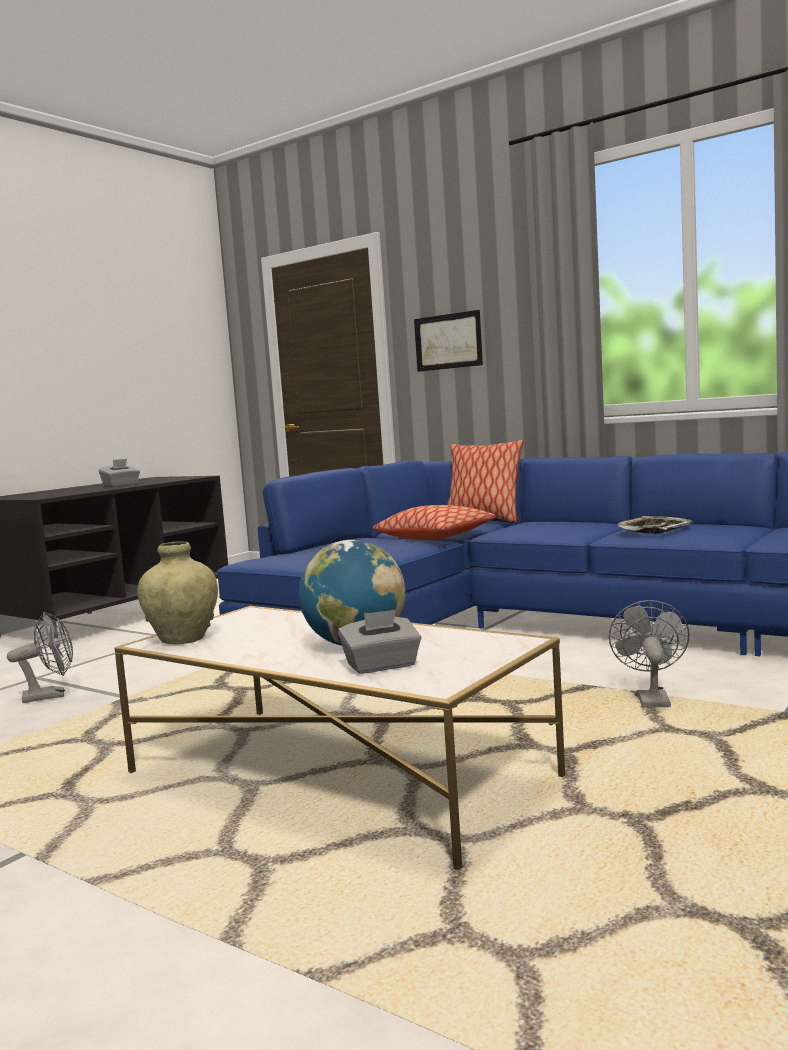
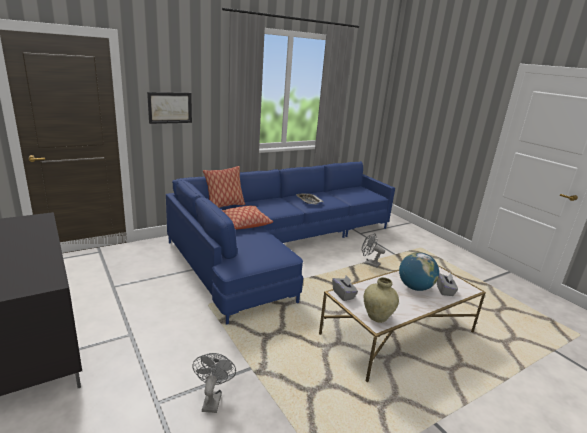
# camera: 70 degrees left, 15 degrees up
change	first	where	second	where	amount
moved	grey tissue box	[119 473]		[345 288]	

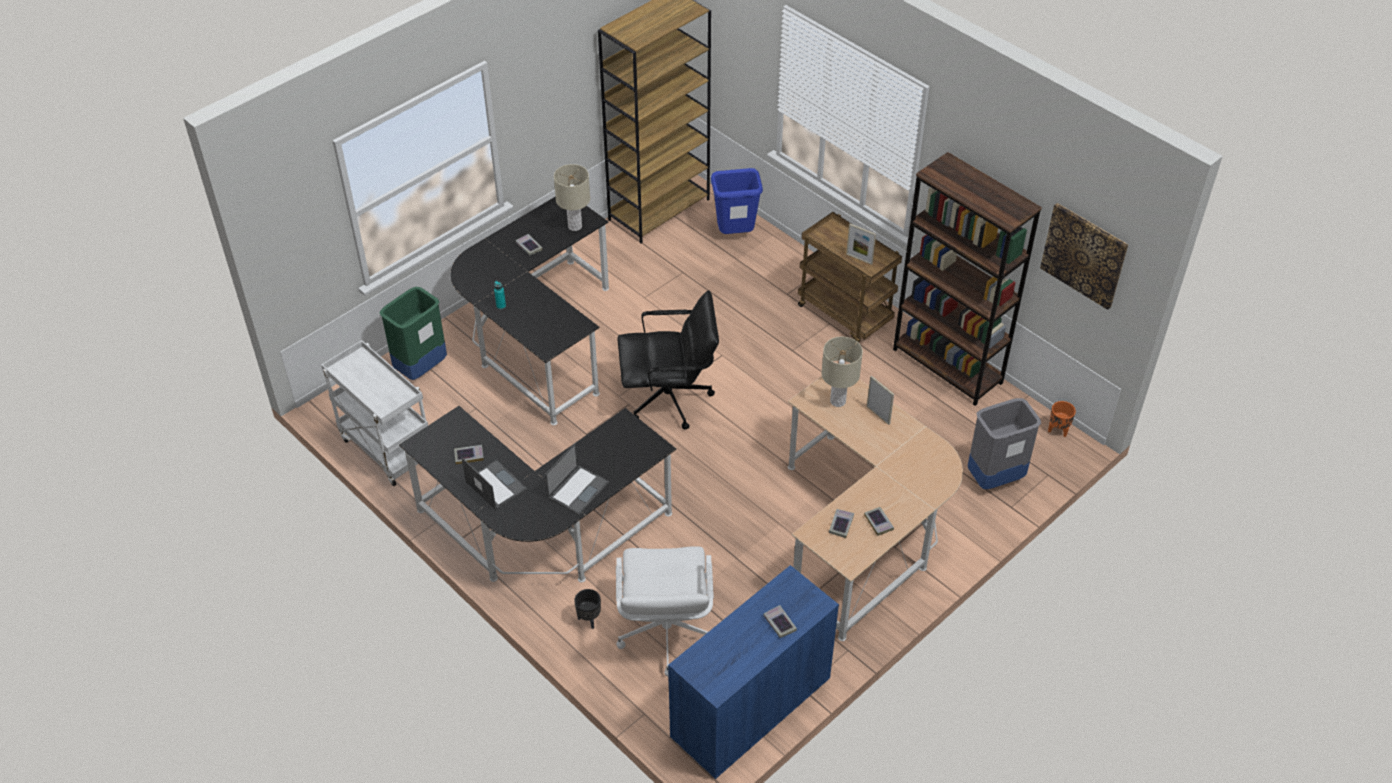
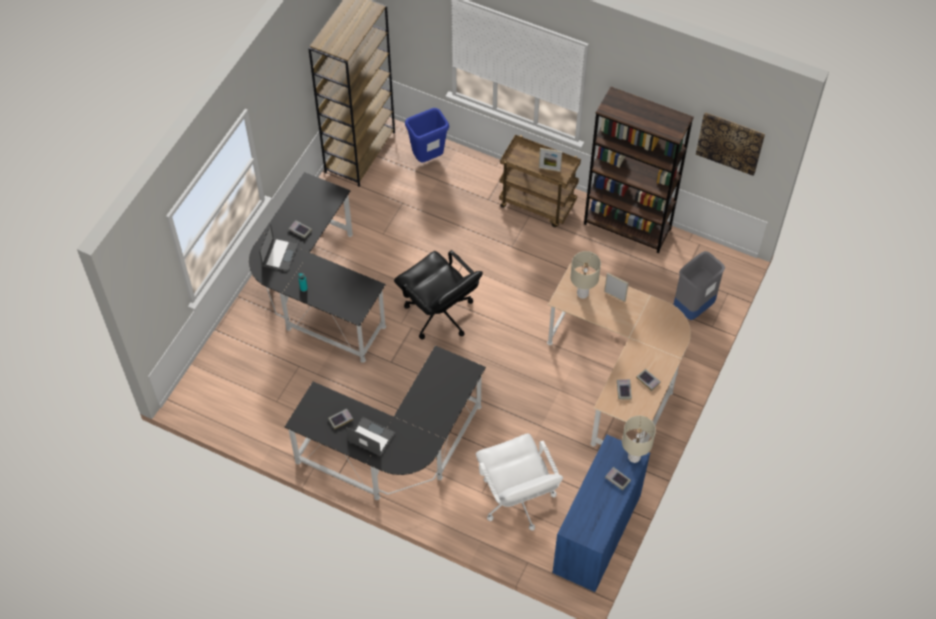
# camera: 20 degrees left, 10 degrees up
change	first	where	second	where	amount
removed	white cart	[374 413]			
removed	green trash can	[413 333]			
removed	black planter	[587 609]			
removed	orange planter	[1062 419]			
moved	laptop	[577 478]		[279 247]	
moved	beige table lamp	[572 197]		[639 439]	
turned	black office chair	[668 360]		[438 294]	75 degrees clockwise

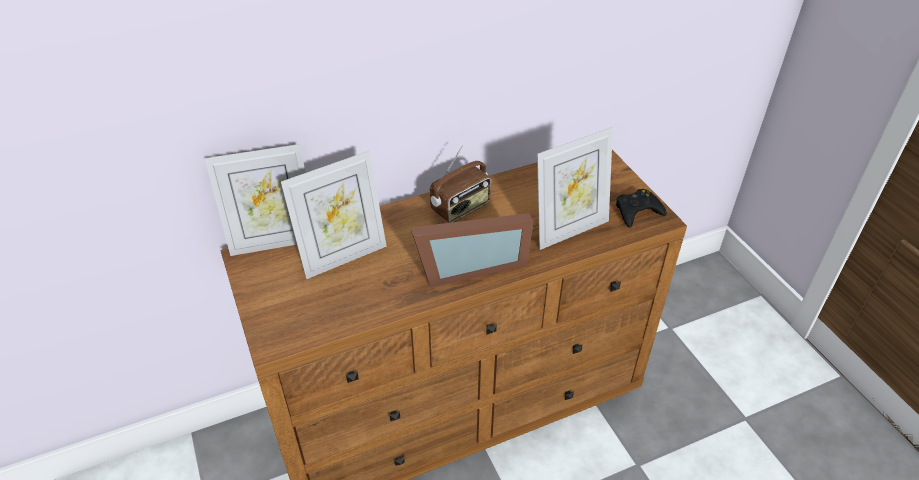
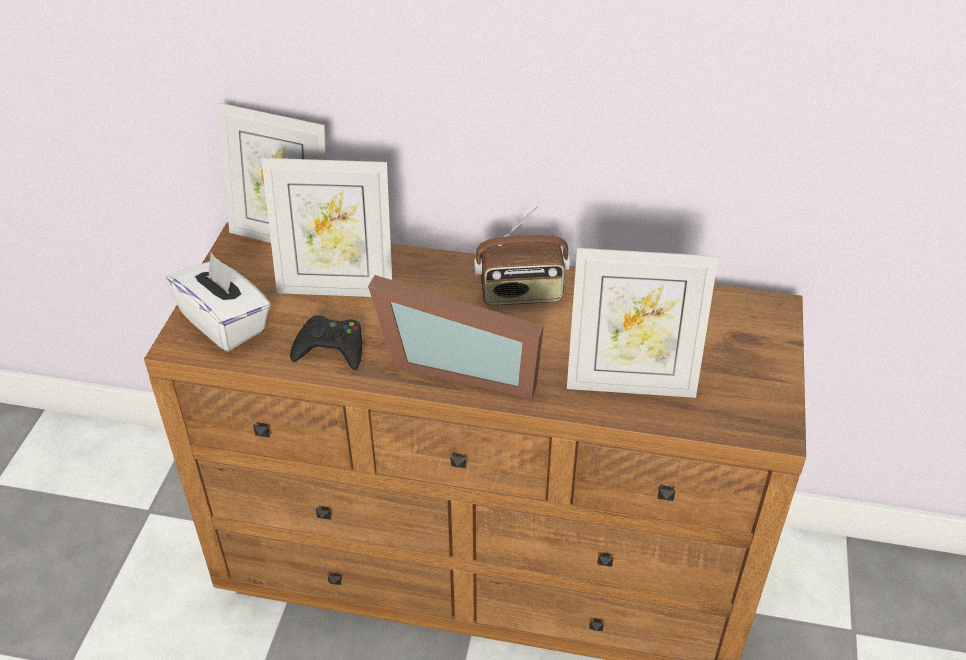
# camera: 35 degrees right, 0 degrees up
change	first	where	second	where	amount
added			white tissue box	[218 301]	
moved	black game controller	[641 208]		[326 342]	

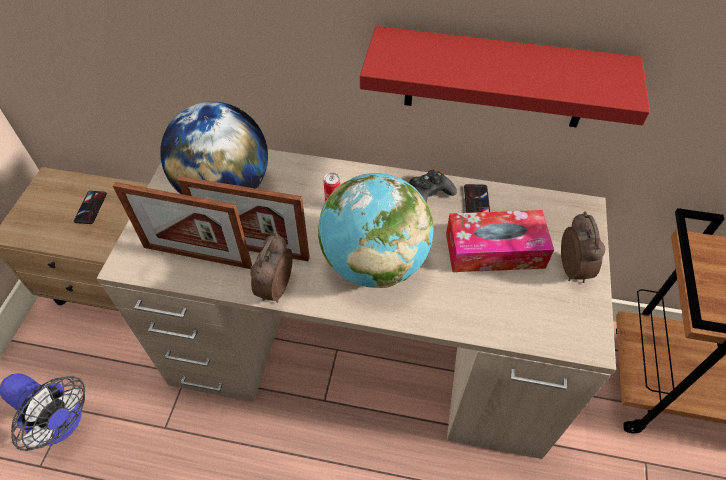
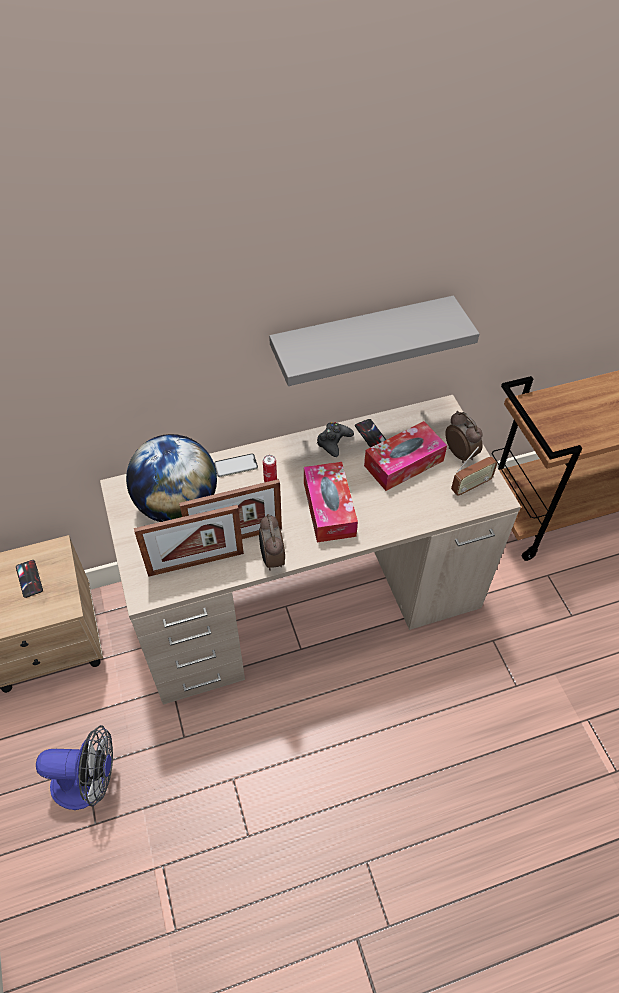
# camera: 30 degrees left, 0 degrees up
change	first	where	second	where	amount
added			phone	[236 465]	
added			radio	[474 471]	
replaced	globe	[376 230]	tissue box	[331 502]	
recoloured	red shelf	[505 76]	grey shelf	[374 341]	

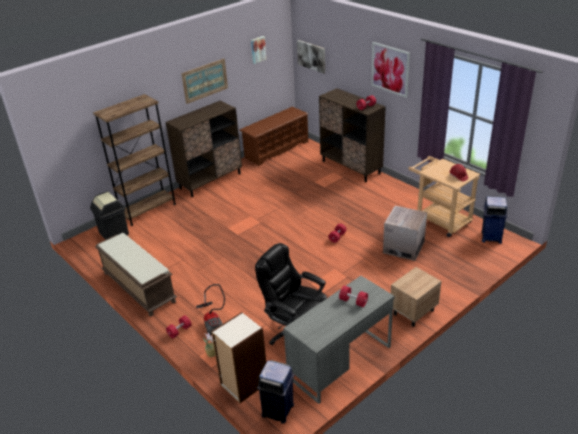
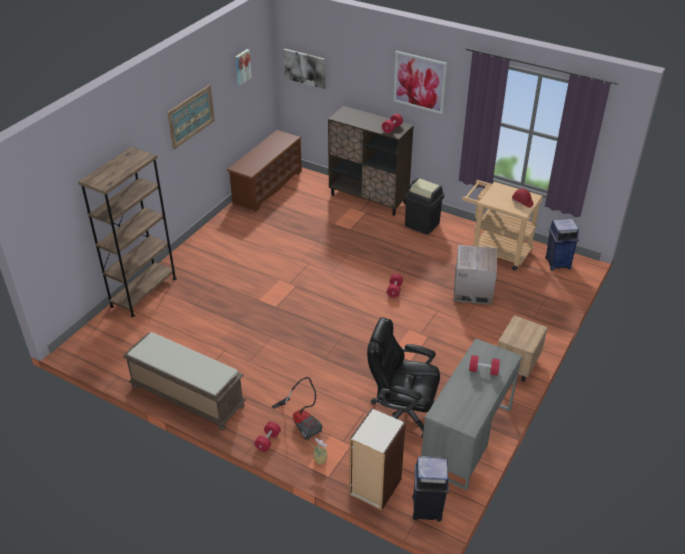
# camera: 20 degrees left, 5 degrees up
change	first	where	second	where	amount
removed	brown cabinet	[203 149]			
moved	black trash can	[109 215]		[424 206]	

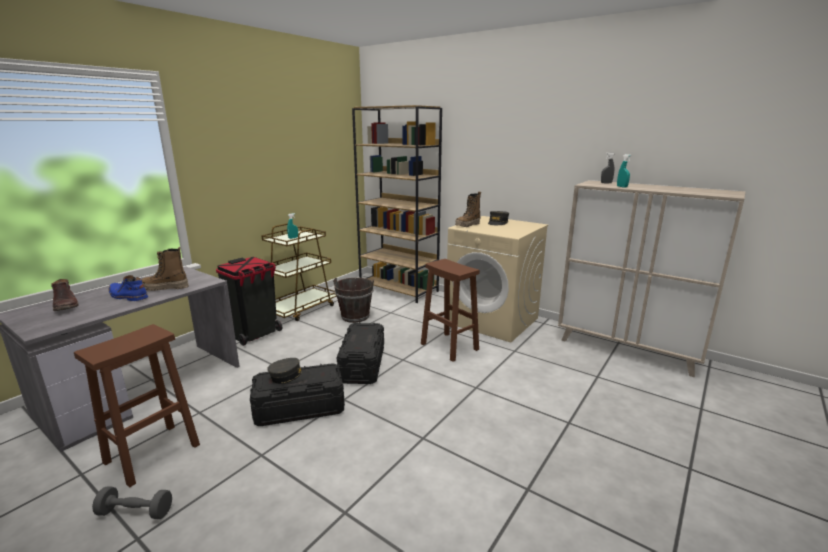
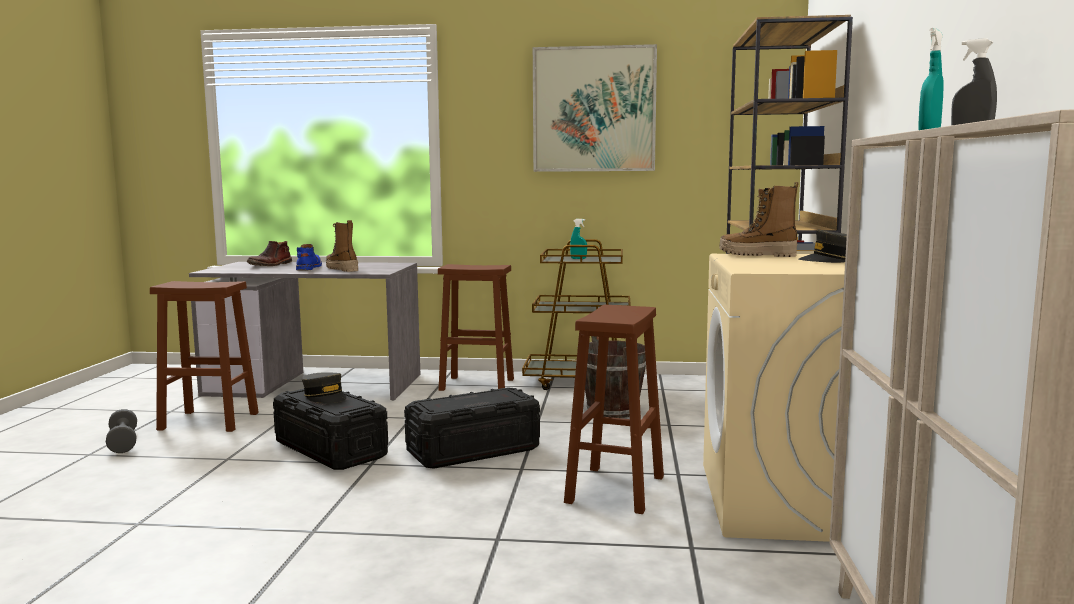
# camera: 60 degrees right, 10 degrees down
change	first	where	second	where	amount
added			picture	[595 108]	
replaced	black trash can	[249 301]	brown stool	[476 327]	

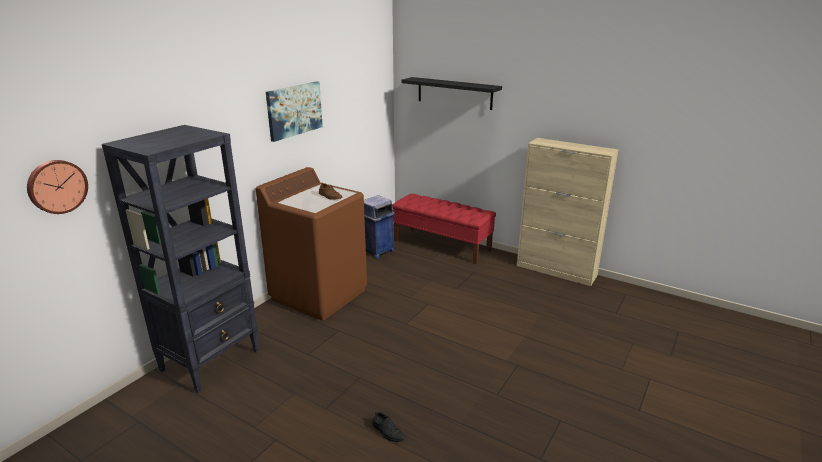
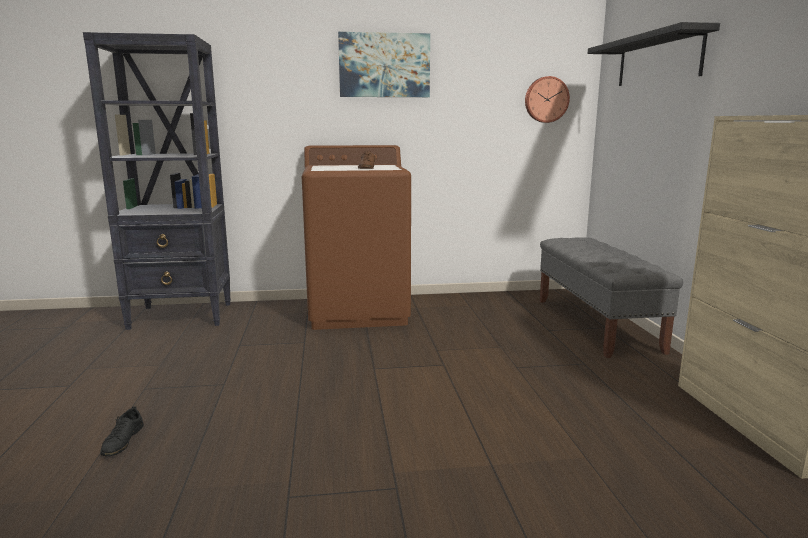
# camera: 50 degrees right, 10 degrees down
change	first	where	second	where	amount
removed	blue trash can	[379 227]			
moved	wall clock	[57 187]		[547 99]	
recoloured	red bench	[444 229]	grey bench	[611 297]	

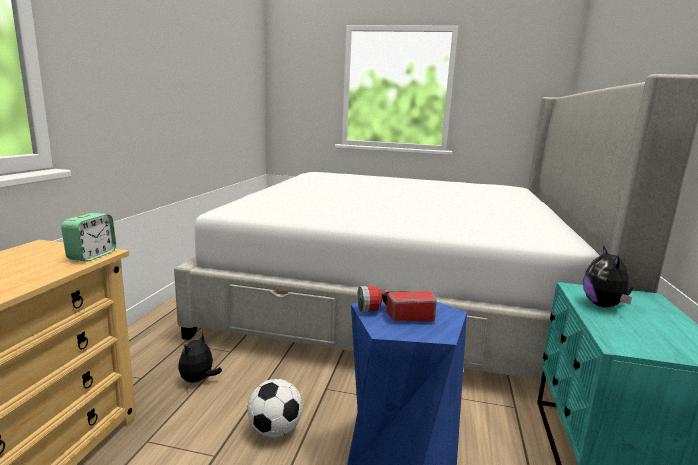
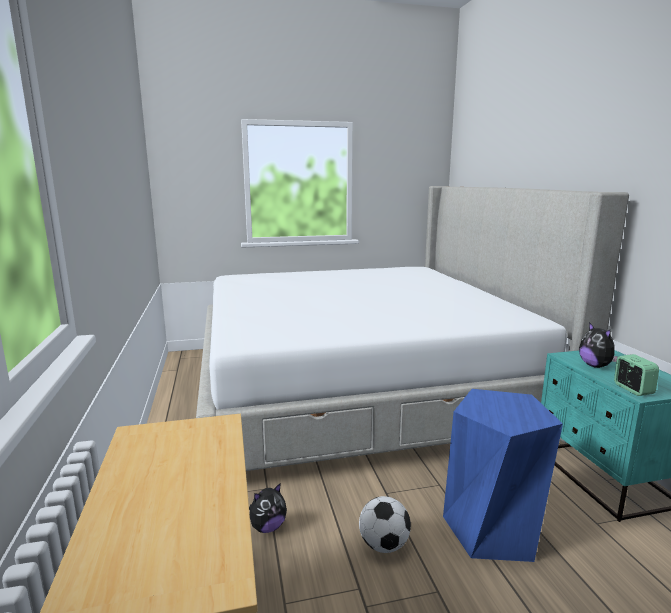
# camera: 25 degrees left, 0 degrees up
change	first	where	second	where	amount
removed	flashlight	[397 304]			
moved	alarm clock	[88 237]		[636 375]	
turned	plush toy	[200 357]		[268 508]	120 degrees counterclockwise

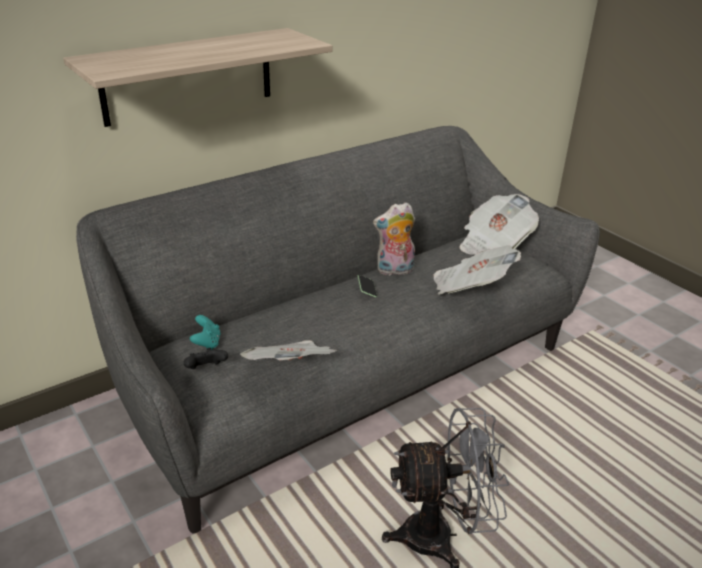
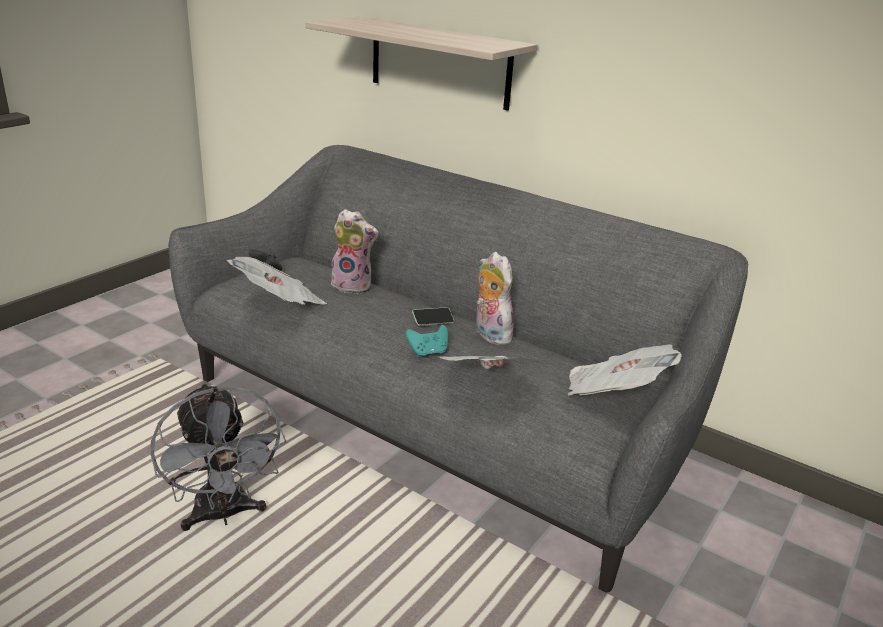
# camera: 70 degrees right, 5 degrees down
change	first	where	second	where	amount
added			plush toy	[354 251]	
moved	turquoise game controller	[205 332]		[426 341]	

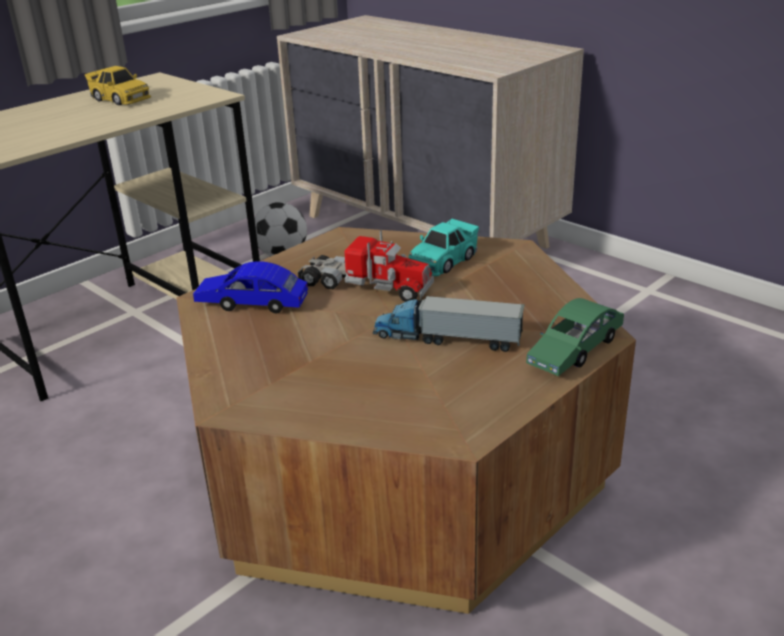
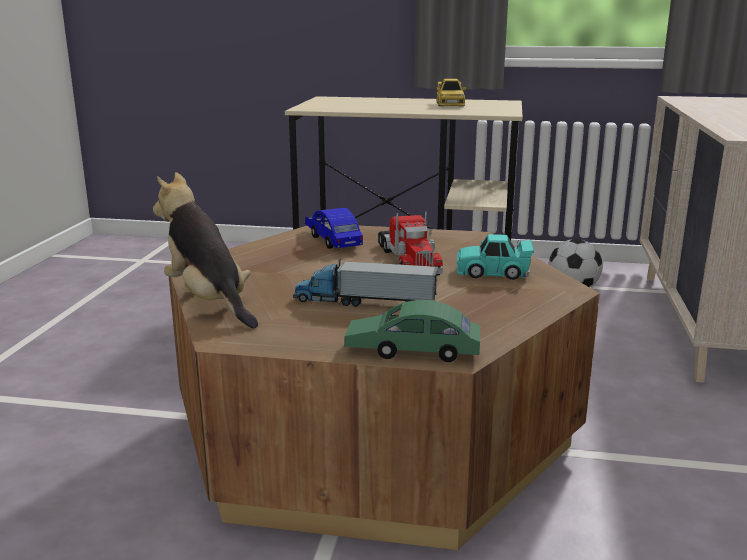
# camera: 55 degrees right, 10 degrees down
change	first	where	second	where	amount
added			plush toy	[205 250]	
turned	toy truck	[449 322]		[365 282]	60 degrees counterclockwise

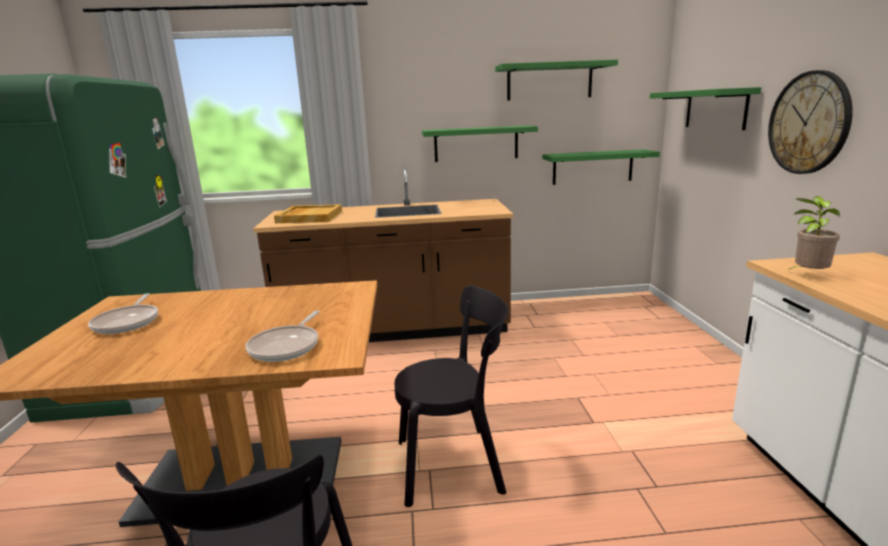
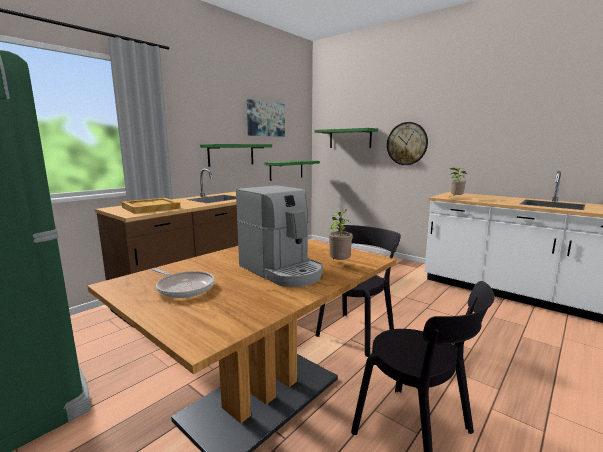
# camera: 45 degrees left, 5 degrees down
change	first	where	second	where	amount
added			coffee machine	[279 236]	
replaced	frying pan	[282 336]	potted plant	[340 234]	
replaced	green shelf	[556 80]	picture	[266 118]	

